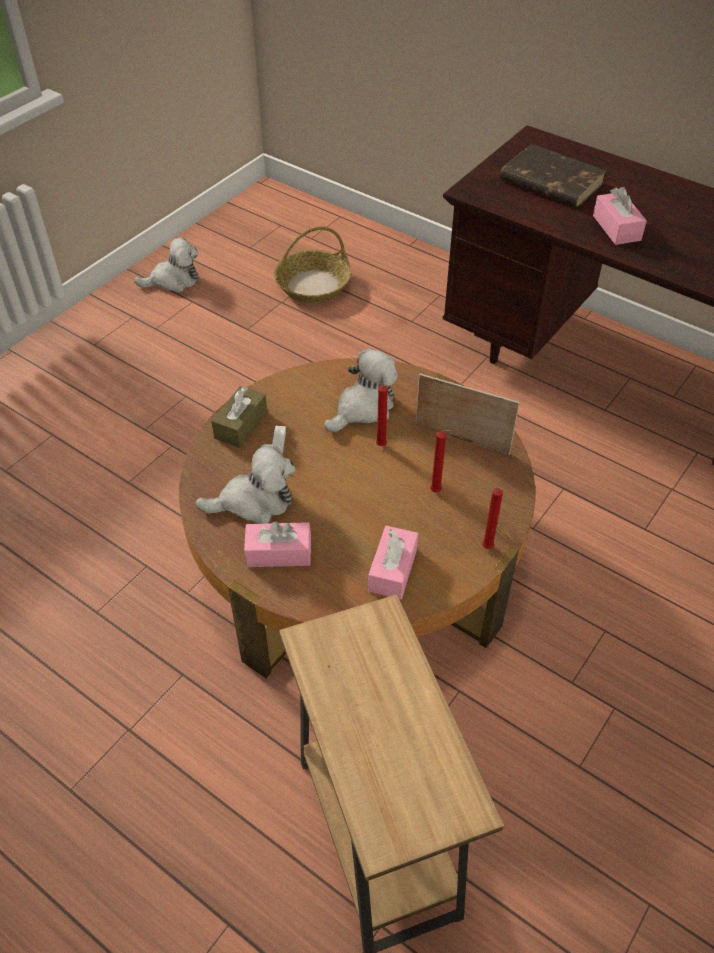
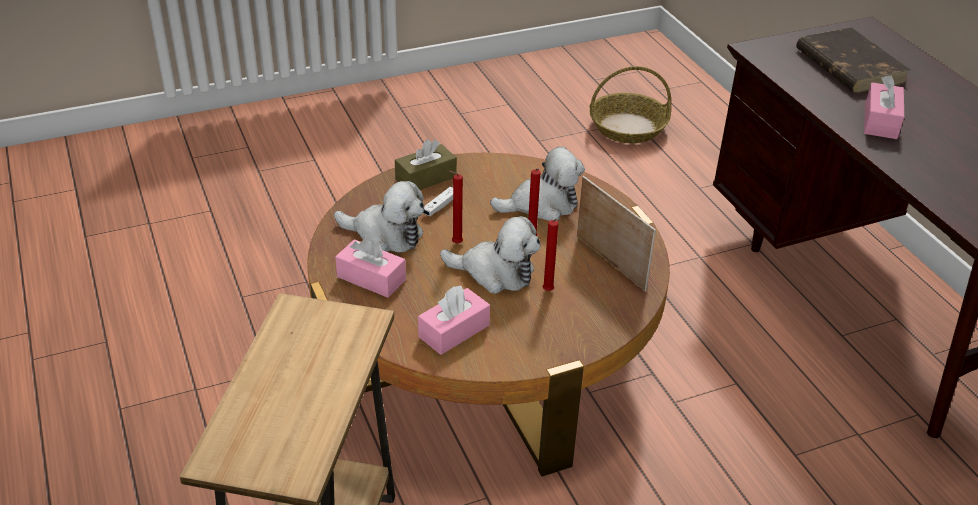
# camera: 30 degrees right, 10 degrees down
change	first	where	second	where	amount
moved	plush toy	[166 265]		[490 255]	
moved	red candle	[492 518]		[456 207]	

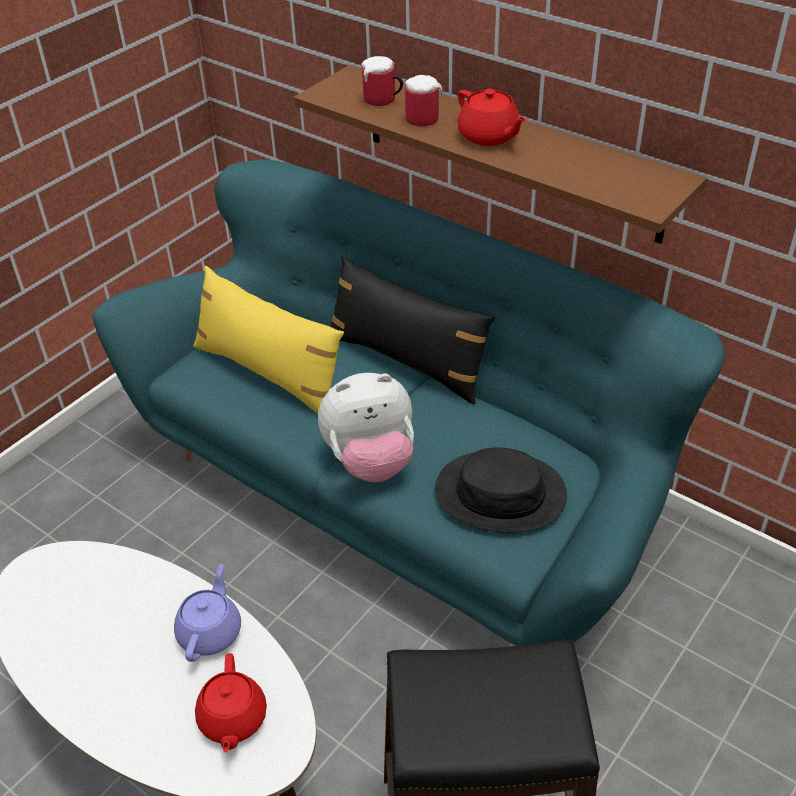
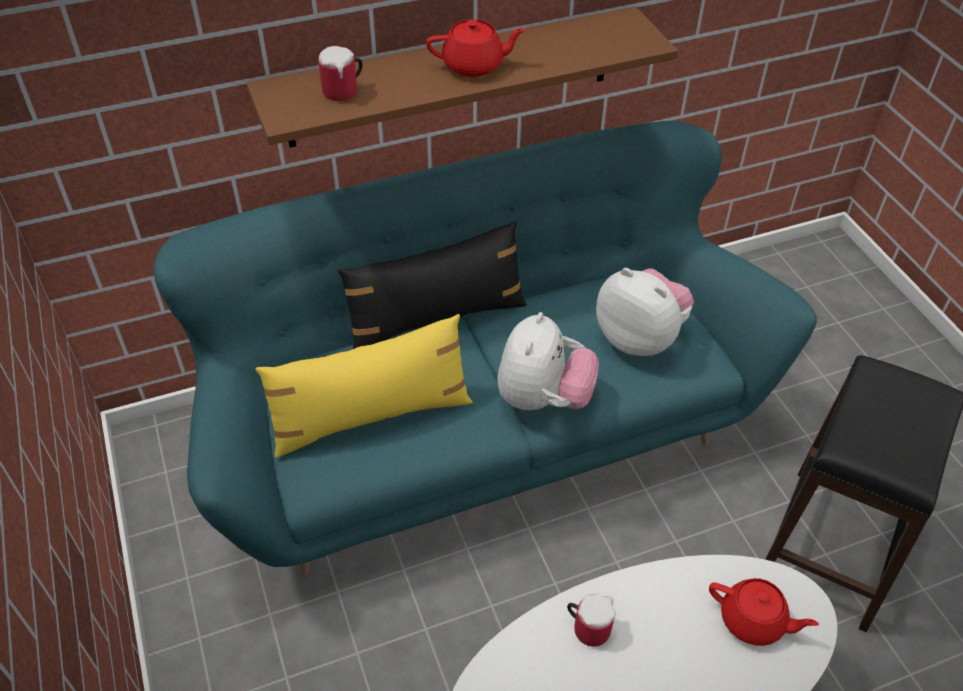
# camera: 60 degrees left, 5 degrees up
change	first	where	second	where	amount
removed	purple teapot	[207 613]			
moved	mug	[424 100]		[591 620]	
replaced	black hat	[501 490]	plush toy	[645 312]	

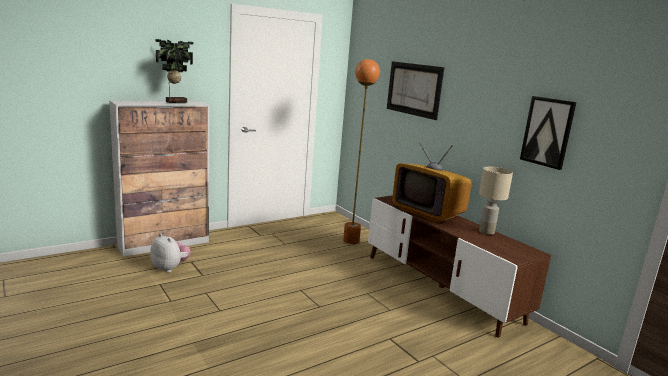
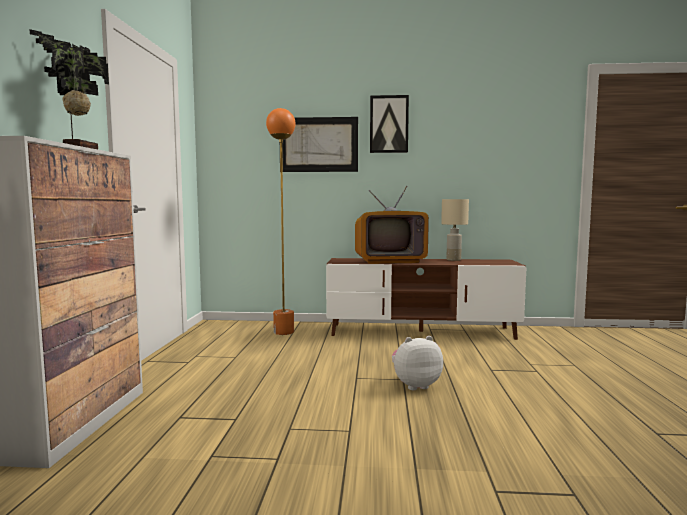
# camera: 50 degrees left, 10 degrees down
change	first	where	second	where	amount
moved	plush toy	[170 253]		[417 363]	
moved	picture	[548 133]		[389 124]	

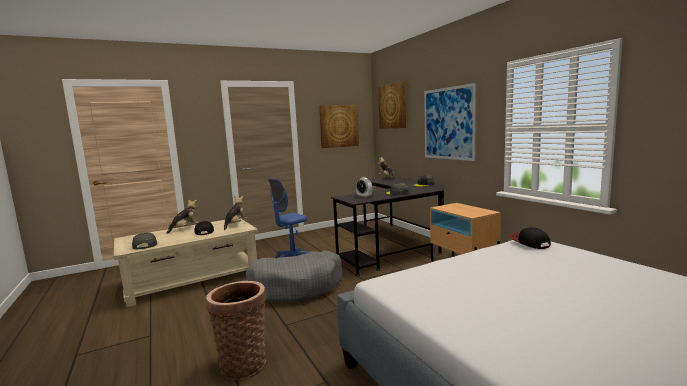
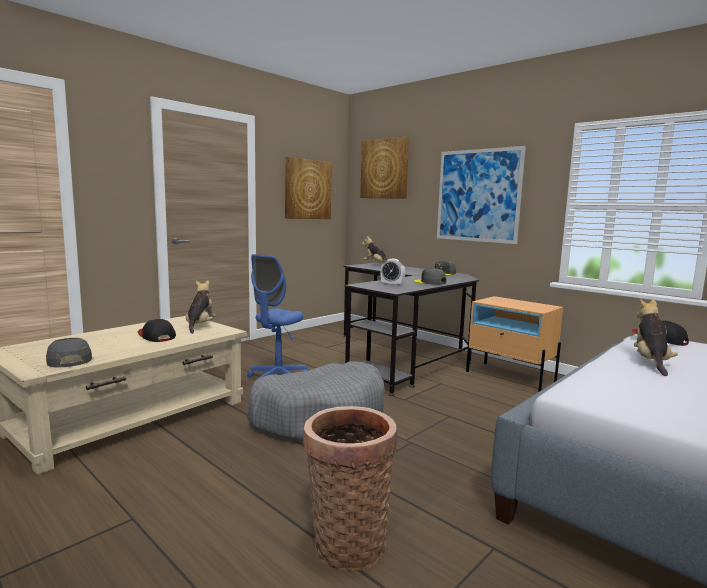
# camera: 20 degrees left, 0 degrees up
change	first	where	second	where	amount
moved	plush toy	[182 216]		[656 337]	

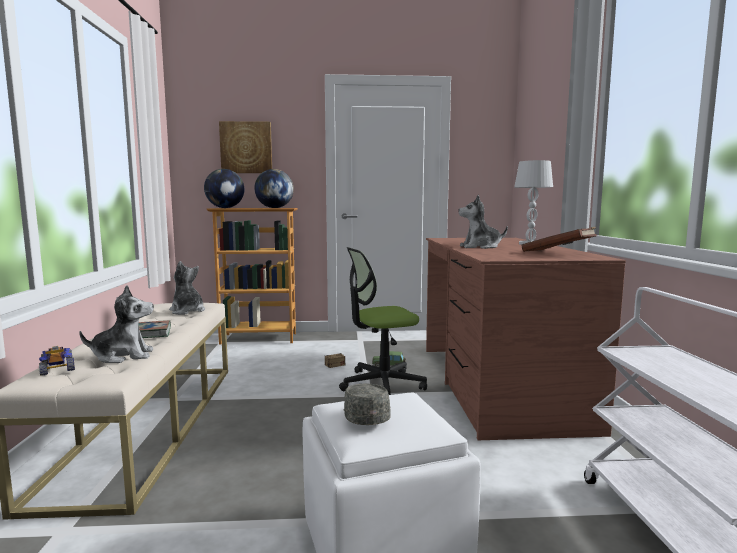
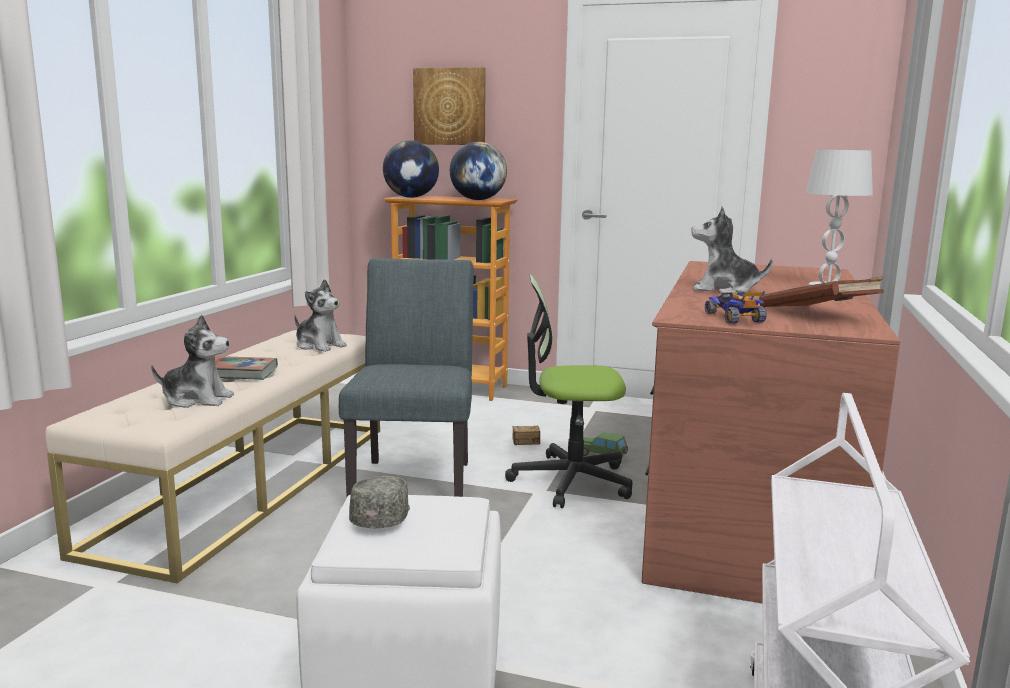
# camera: 20 degrees right, 5 degrees up
change	first	where	second	where	amount
added			grey chair	[406 377]	
moved	toy car	[57 361]		[736 307]	
turned	plush toy	[187 288]		[320 315]	150 degrees clockwise

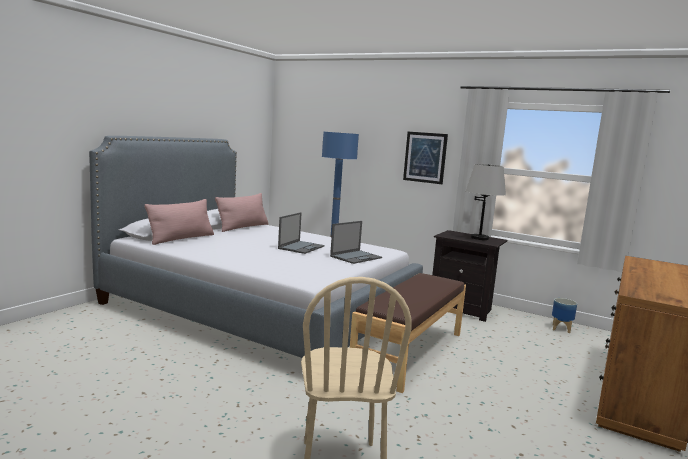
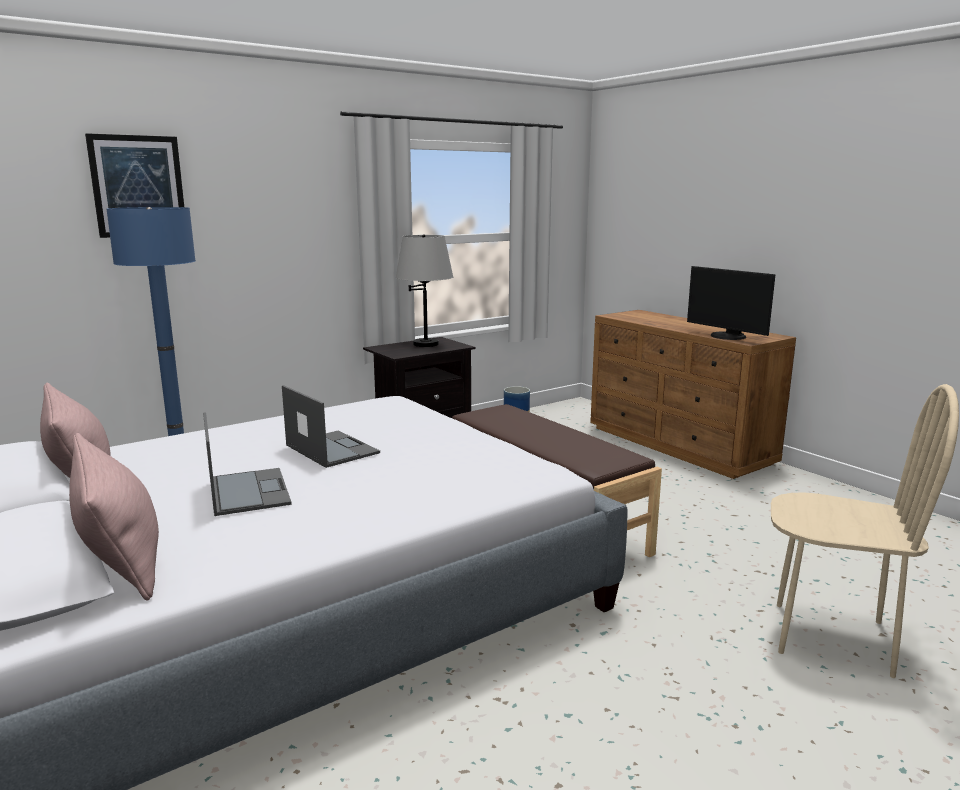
# camera: 65 degrees left, 5 degrees up
change	first	where	second	where	amount
added			monitor	[731 303]	
moved	laptop	[356 242]		[247 464]	
moved	picture	[425 158]		[134 185]	

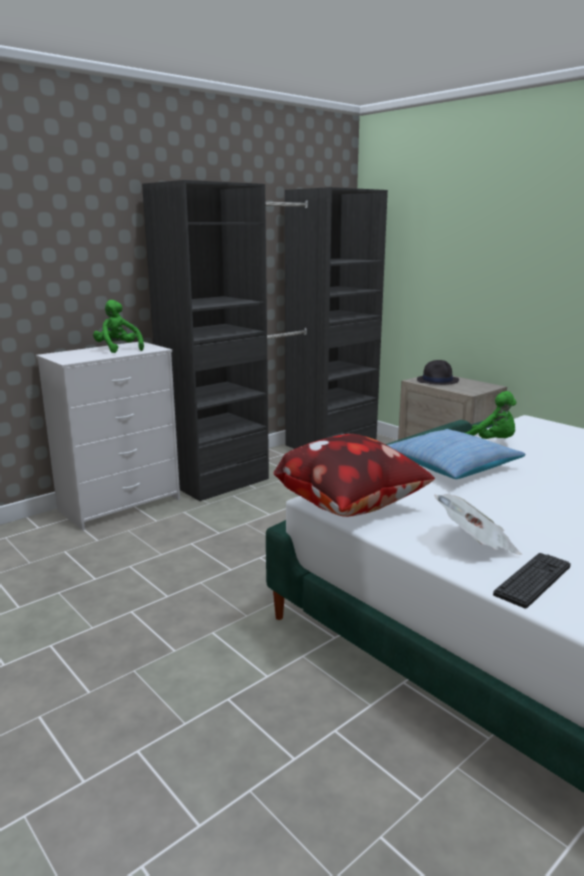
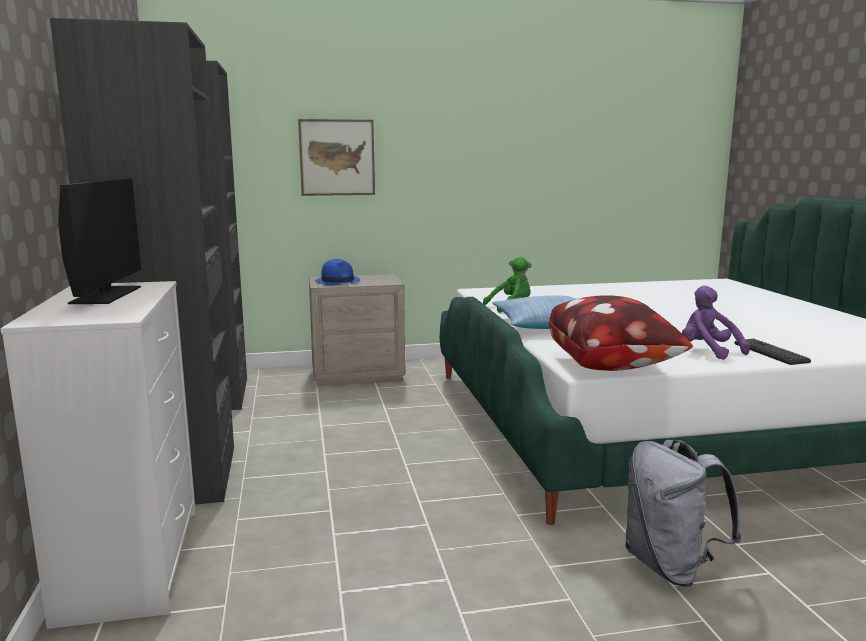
# camera: 60 degrees left, 5 degrees down
change	first	where	second	where	amount
added			picture	[336 157]	
added			grey backpack	[683 513]	
replaced	green plush toy	[118 326]	monitor	[99 241]	
replaced	newspaper	[478 524]	purple plush toy	[716 322]	
recoloured	black hat	[438 372]	blue hat	[337 272]	

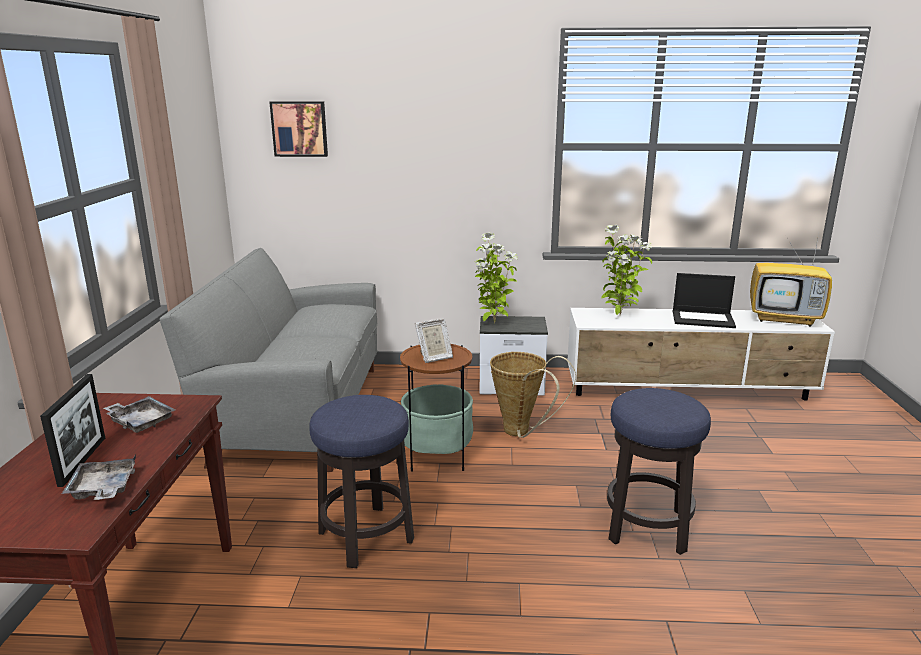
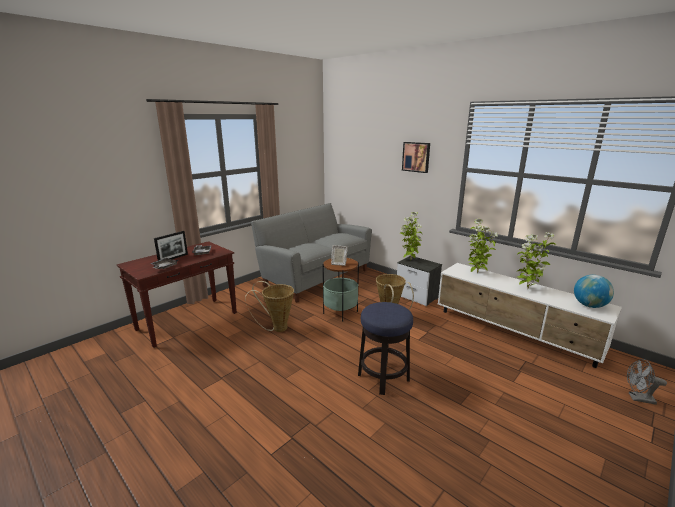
# camera: 40 degrees right, 0 degrees up
change	first	where	second	where	amount
added			grey fan	[647 382]	
moved	picture	[298 129]		[416 157]	
replaced	stool	[361 481]	basket	[269 306]	
replaced	laptop	[704 300]	potted plant	[536 261]	
replaced	television	[791 280]	globe	[594 291]	

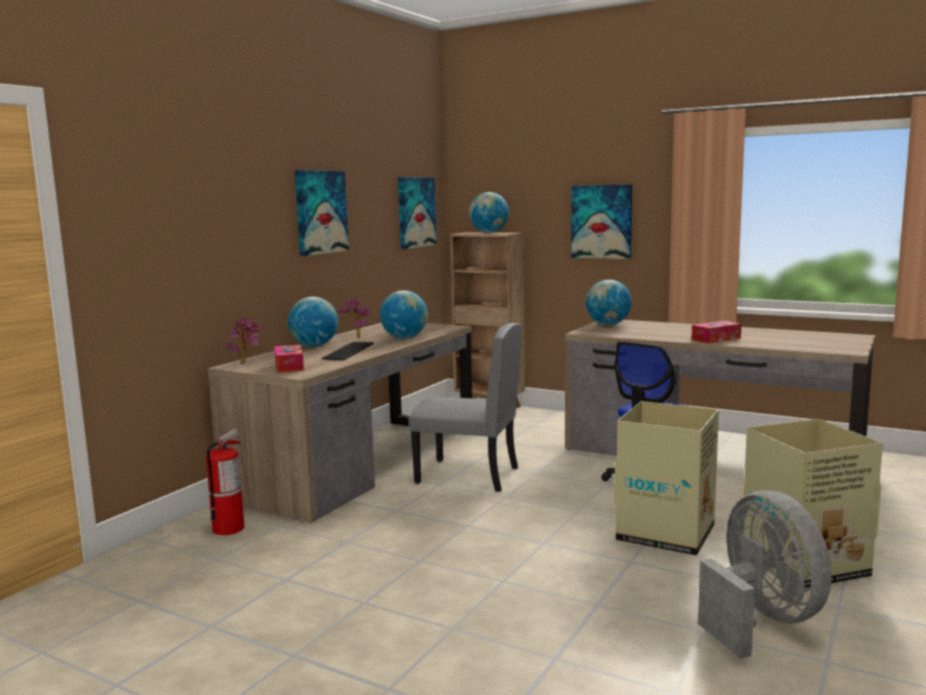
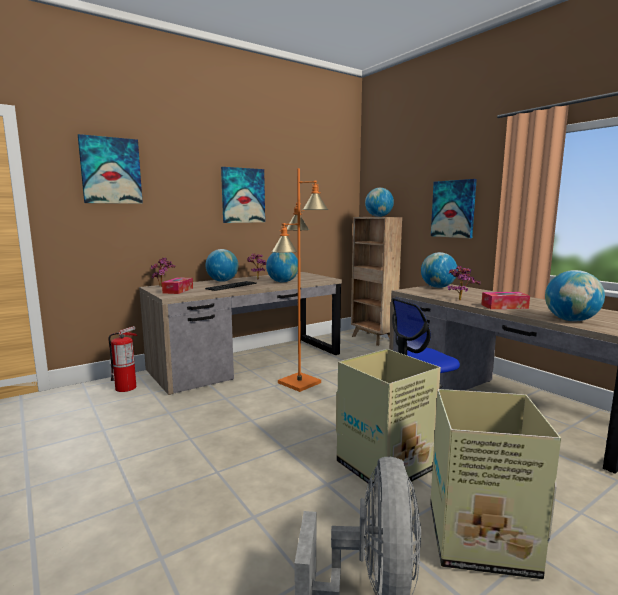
# camera: 25 degrees right, 0 degrees up
change	first	where	second	where	amount
added			potted plant	[463 283]	
added			globe	[575 295]	
moved	picture	[417 213]		[110 169]	
replaced	grey chair	[465 407]	orange floor lamp	[300 280]	

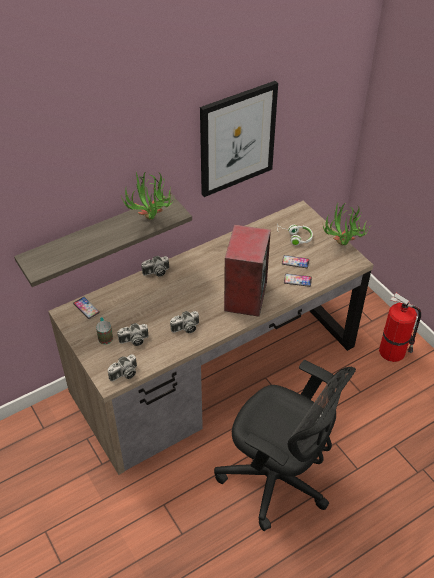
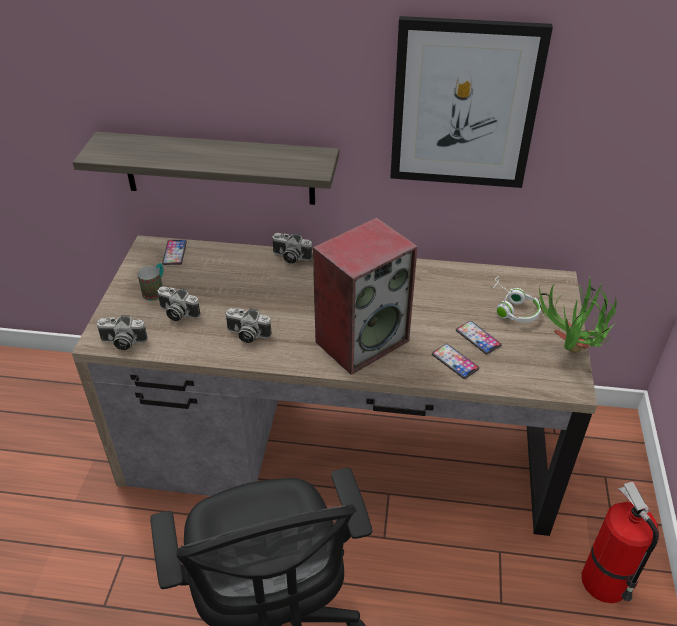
# camera: 40 degrees right, 5 degrees down
change	first	where	second	where	amount
removed	potted plant	[148 196]			

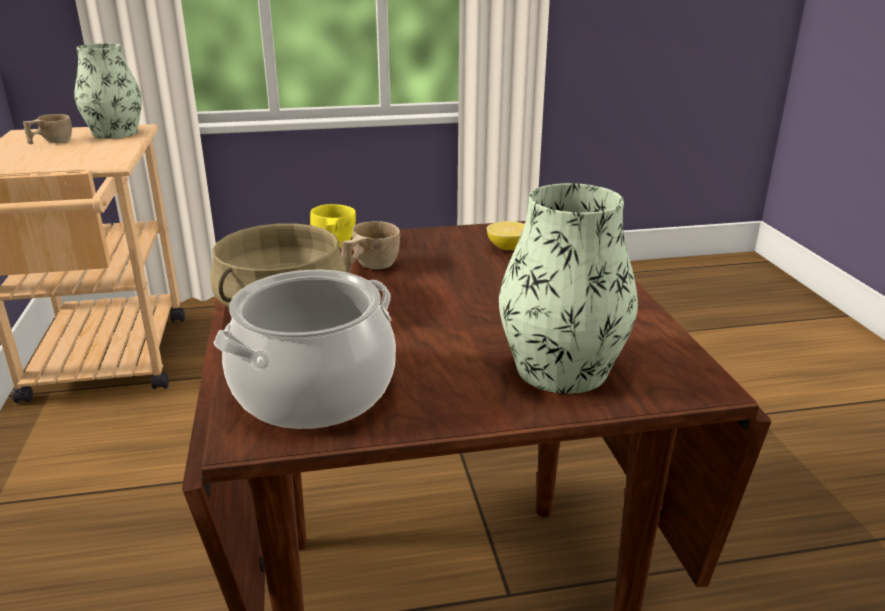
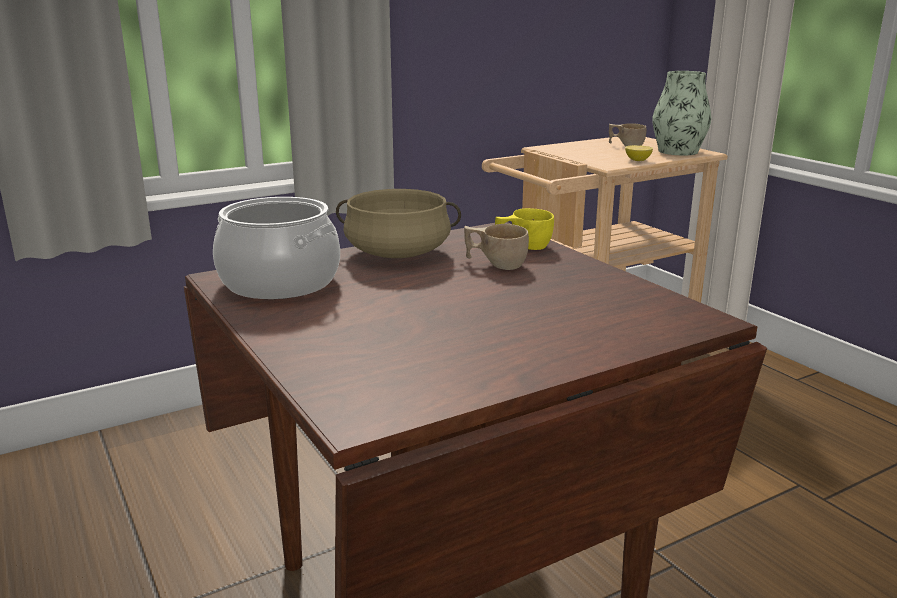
# camera: 70 degrees right, 5 degrees down
change	first	where	second	where	amount
removed	vase	[568 288]			
moved	lemon	[505 235]		[639 153]	

